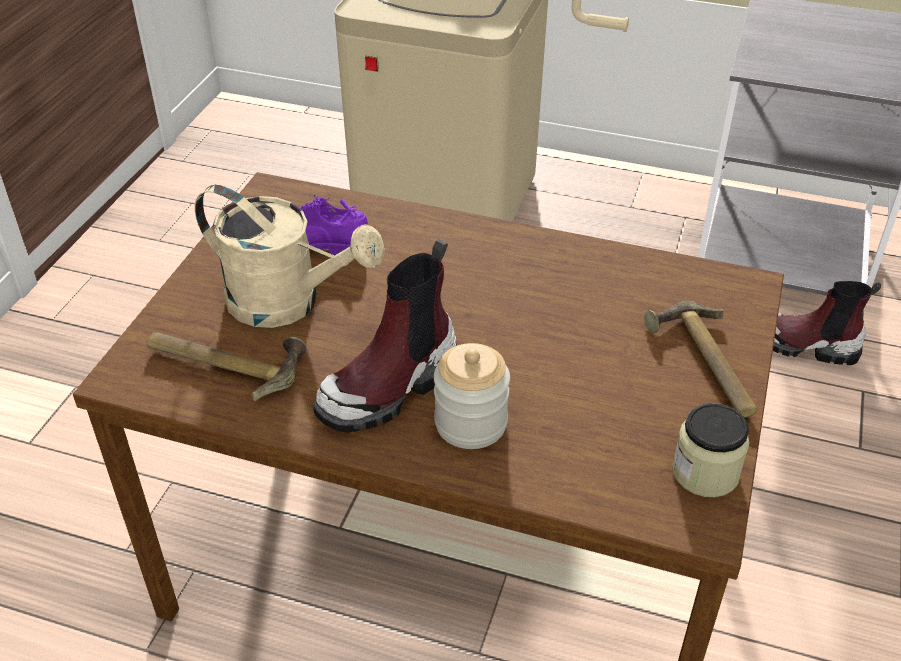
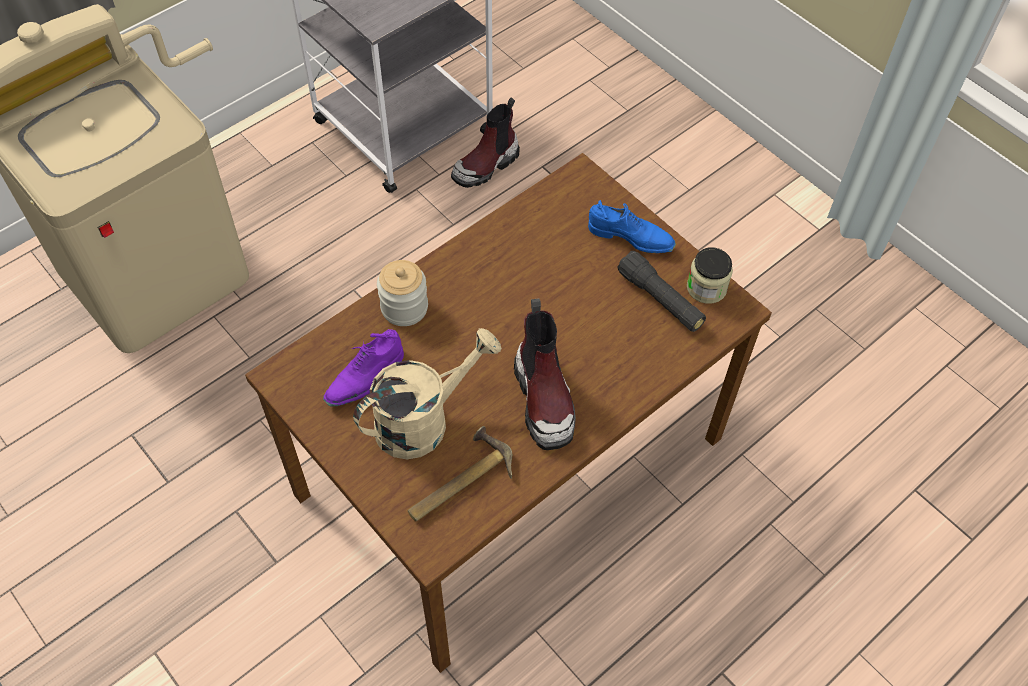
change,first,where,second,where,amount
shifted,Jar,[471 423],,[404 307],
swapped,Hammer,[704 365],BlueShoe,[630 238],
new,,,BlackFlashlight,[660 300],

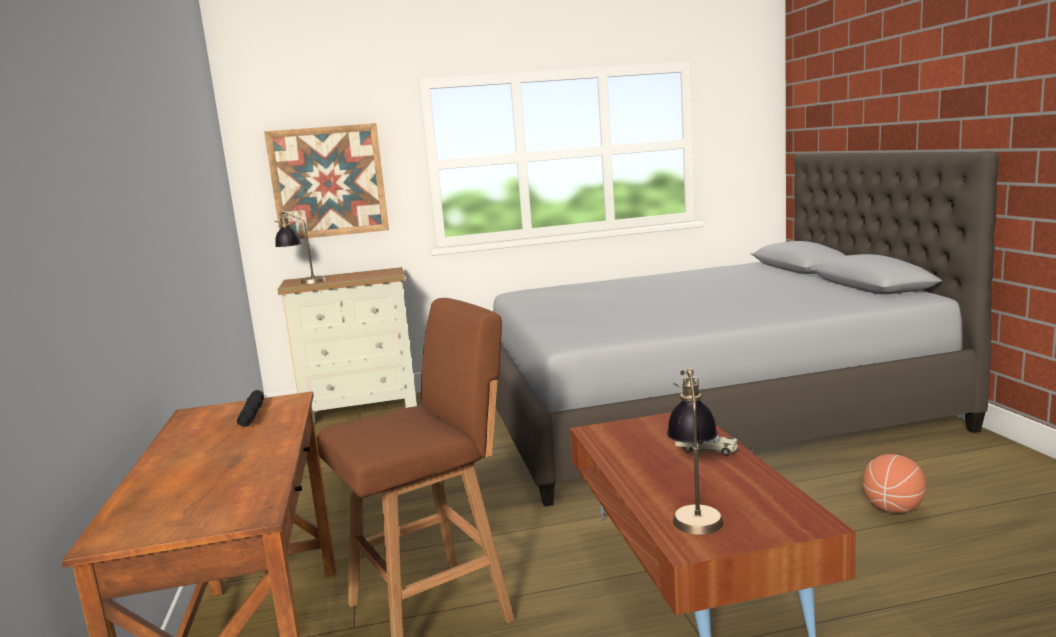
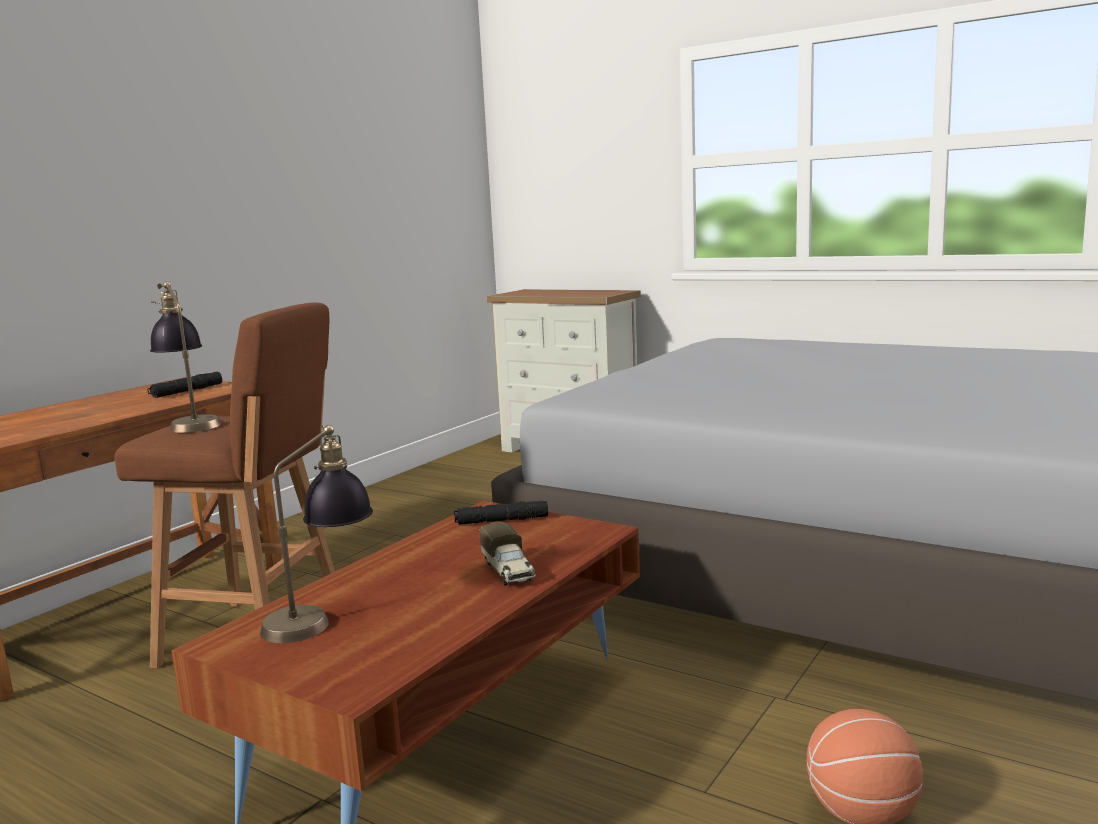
change,first,where,second,where,amount
gone,Picture,[328 182],,,
shifted,TableLamp,[303 282],,[191 422],
new,,,BlackFlashlight,[501 520],

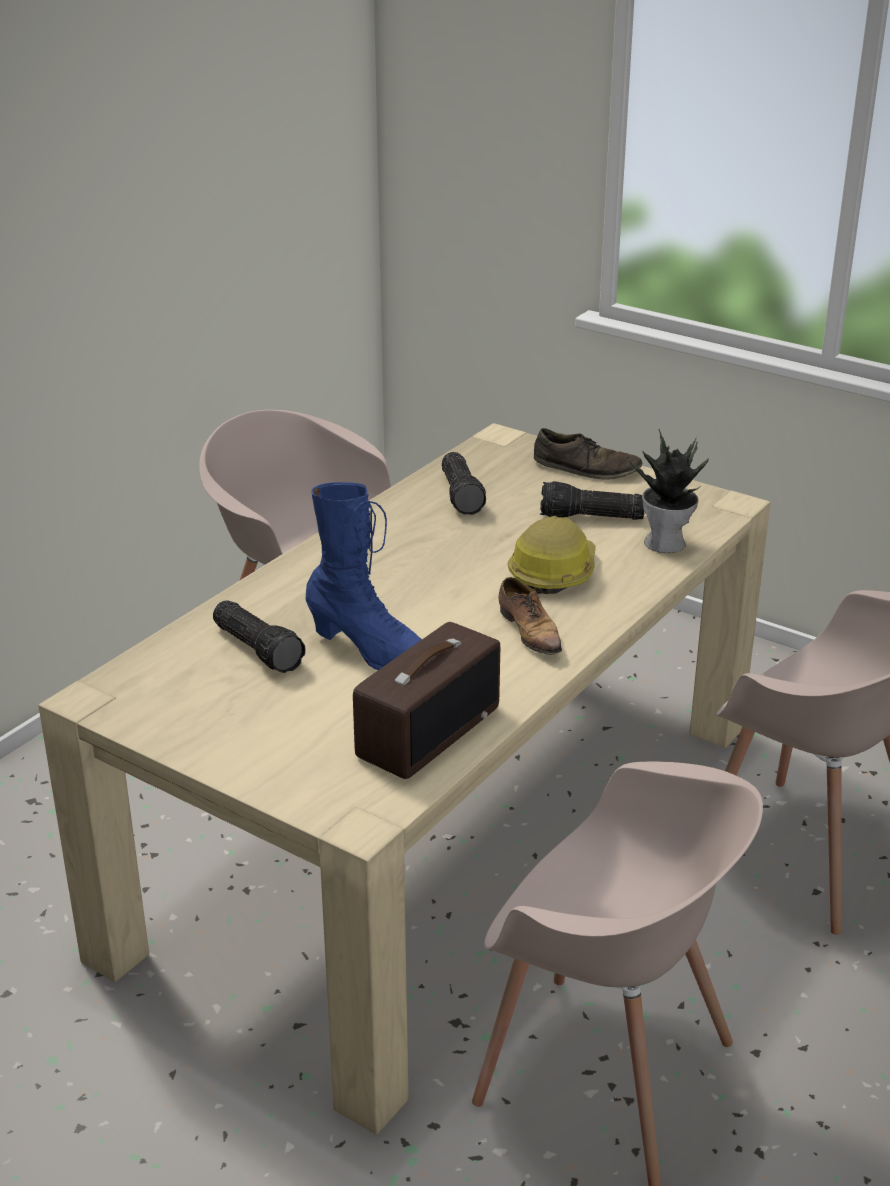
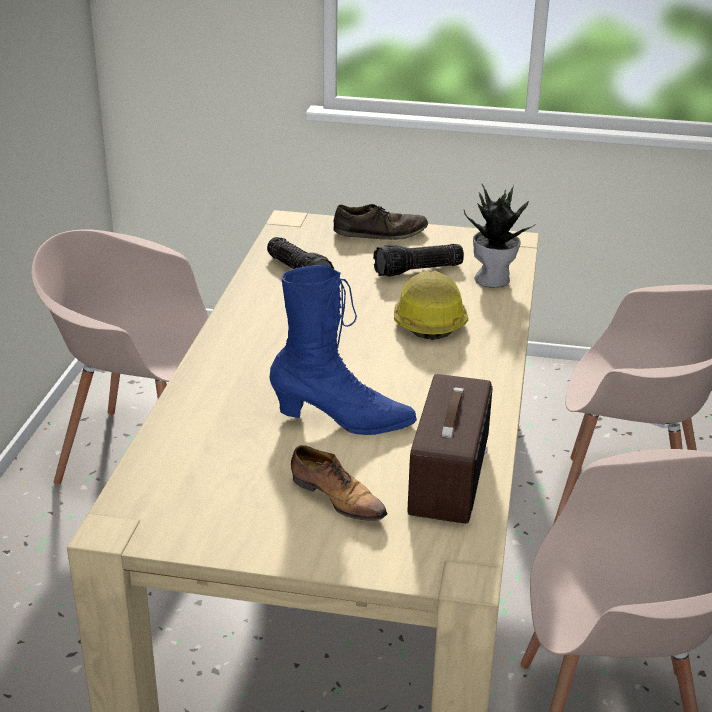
change,first,where,second,where,amount
gone,Flashlight,[259 648],,,
shifted,Shoe,[530 632],,[337 498],

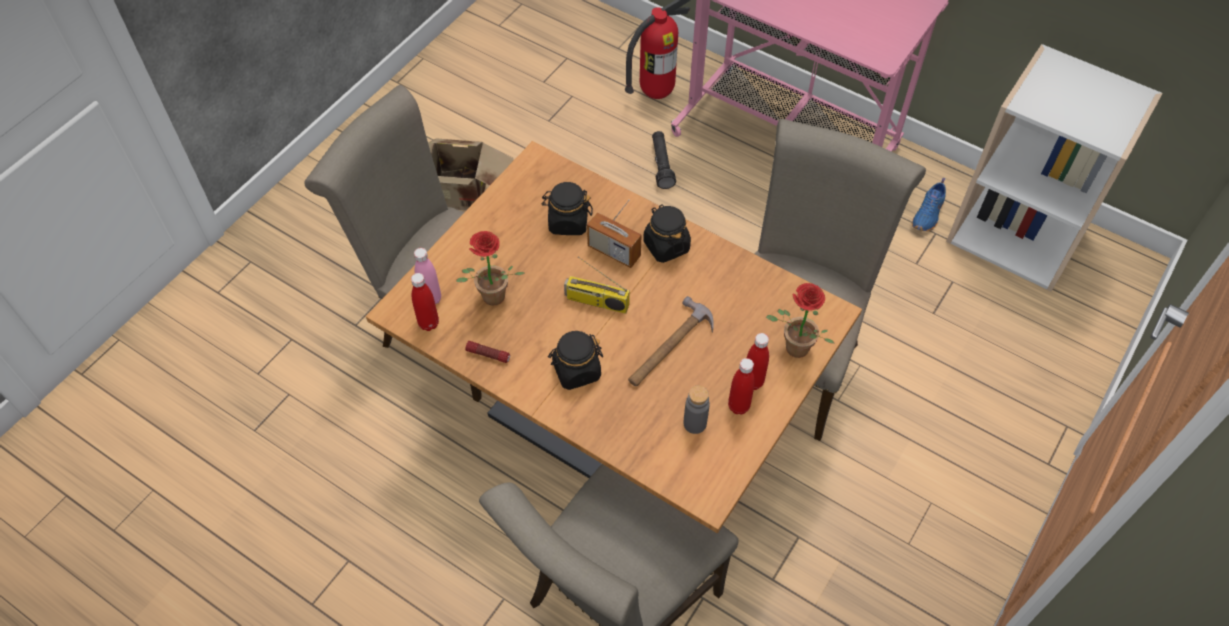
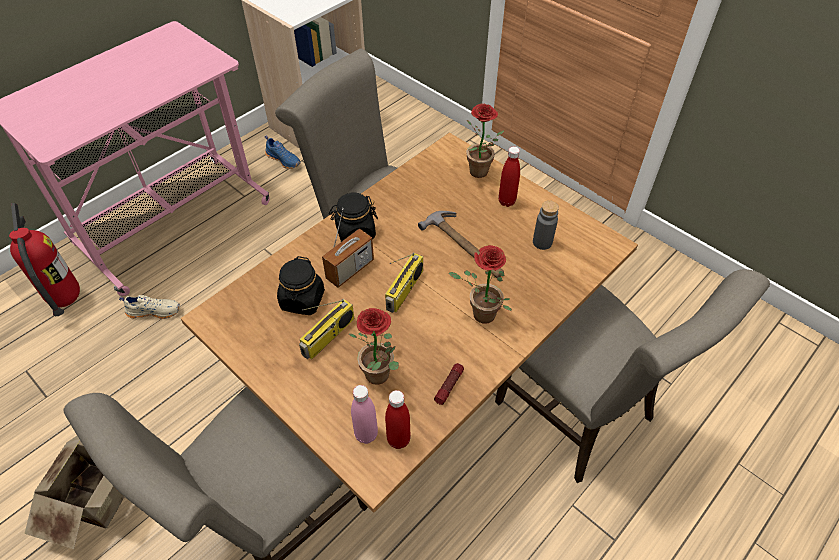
change,first,where,second,where,amount
swapped,BlackJar,[576 371],PottedPlant,[479 315],
swapped,BlackFlashlight,[661 165],BeigeShoe,[154 311],
gone,RedBottle,[738 406],,,
new,,,Radio,[328 337],

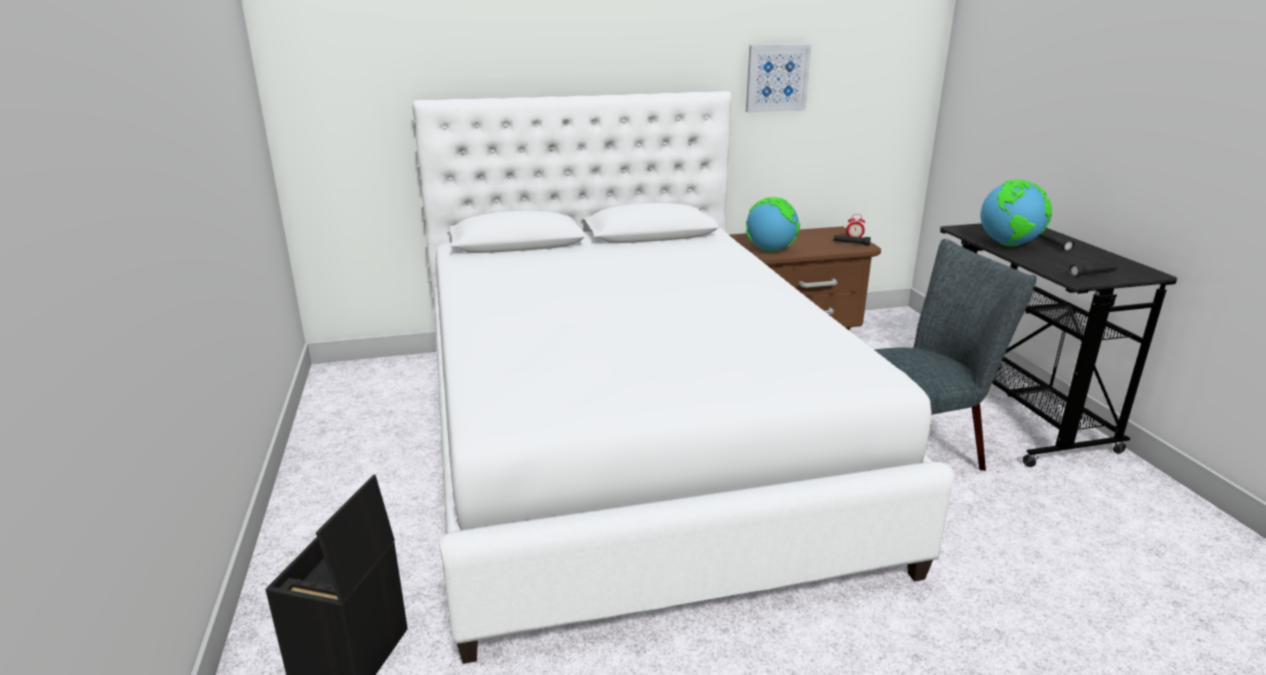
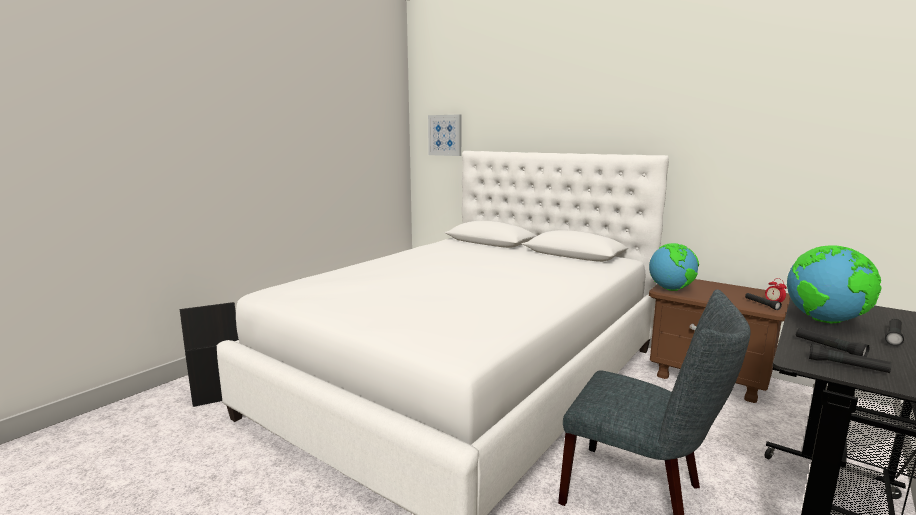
change,first,where,second,where,amount
shifted,Picture,[777 78],,[445 135],
new,,,BlackFlashlight,[829 348],

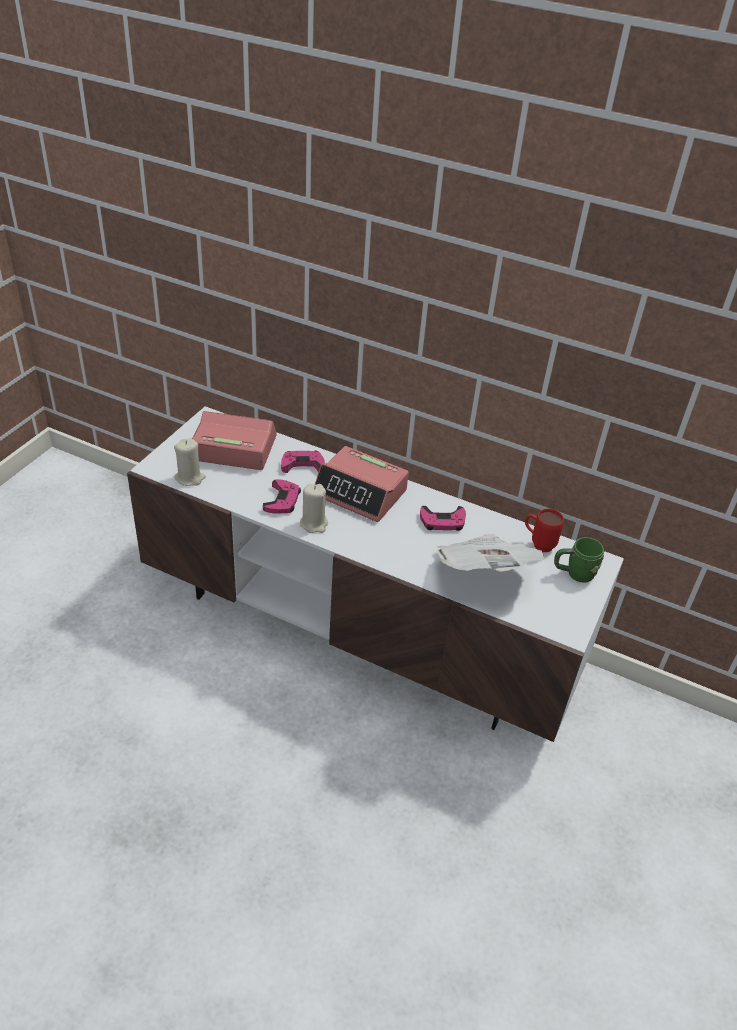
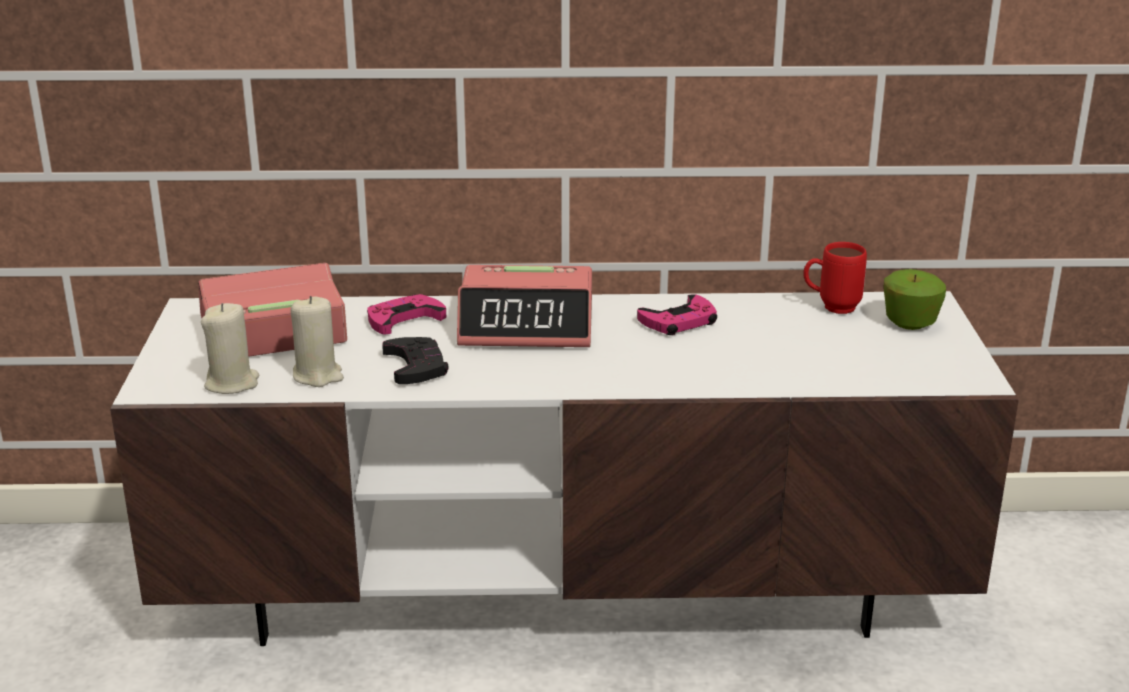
change,first,where,second,where,amount
repainted,PinkGameController,[282 500],BlackGameController,[416 366],
shifted,BeigeCandle,[314 523],,[318 375],
gone,Newspaper,[484 573],,,
swapped,GreenMug,[574 573],Apple,[910 322],

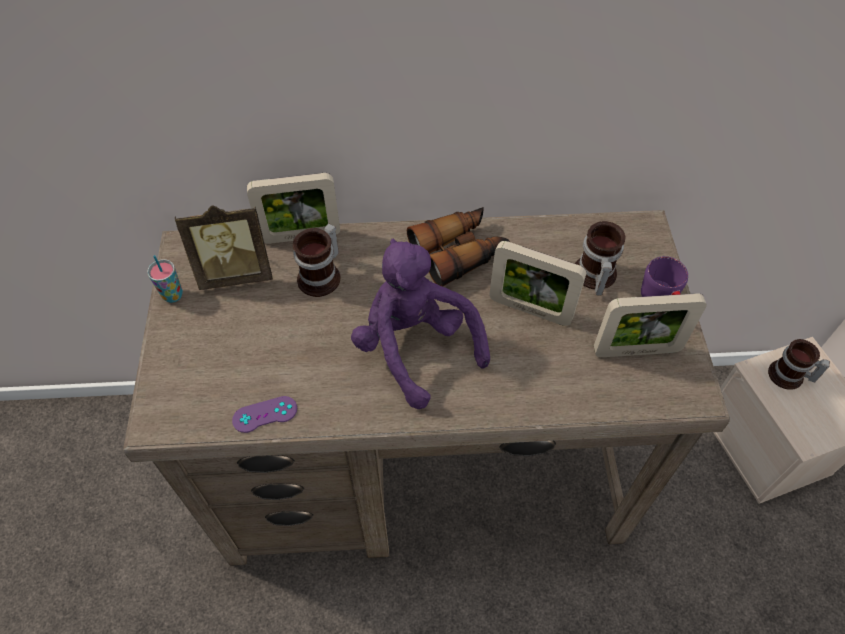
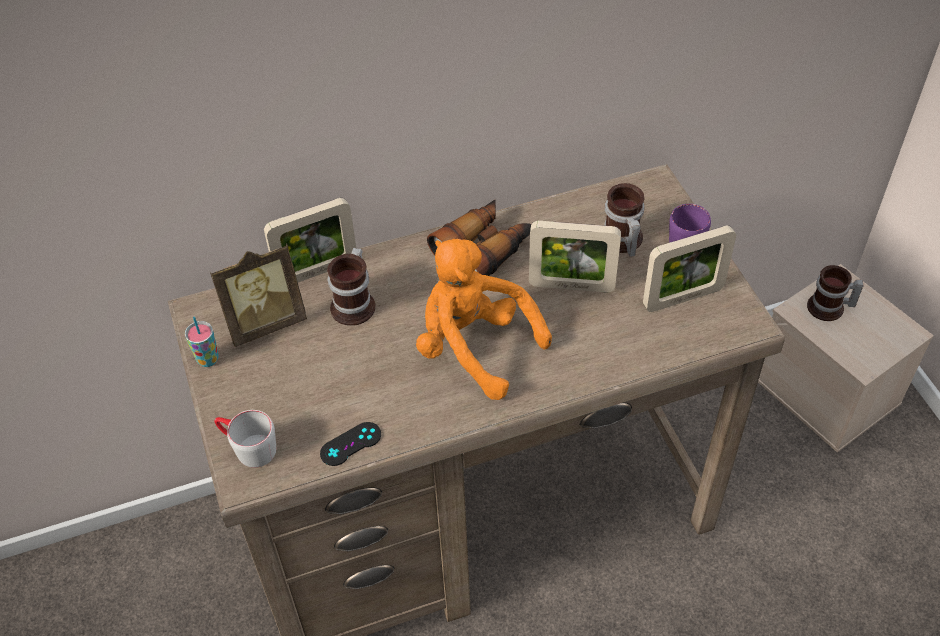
change,first,where,second,where,amount
repainted,PurpleGameController,[265 414],BlackGameController,[351 444],
repainted,PurplePlushToy,[415 347],OrangePlushToy,[474 347],
new,,,GreyMug,[247 448],

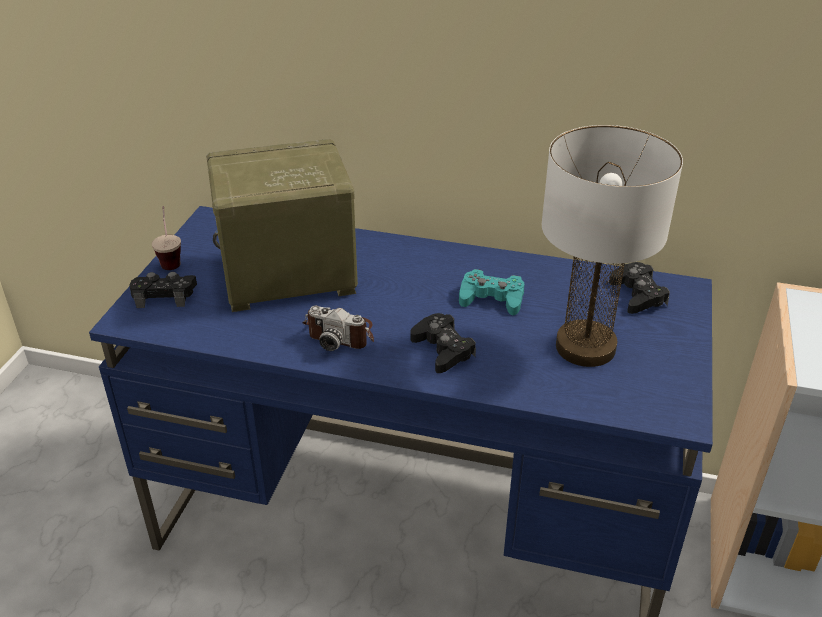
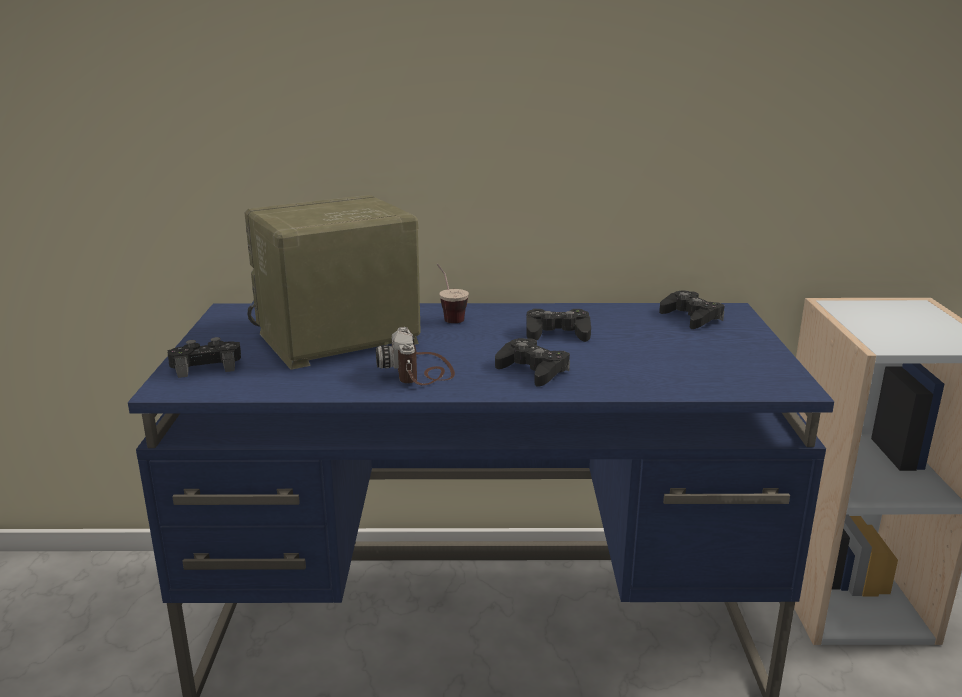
change,first,where,second,where,amount
shifted,Cup,[170 259],,[449 317],
rotated,PhotoCamera,[341 333],,[420 371],75 degrees clockwise
repainted,TurquoiseGameController,[491 298],BlackGameController,[557 333],
gone,TableLamp,[586 347],,,

